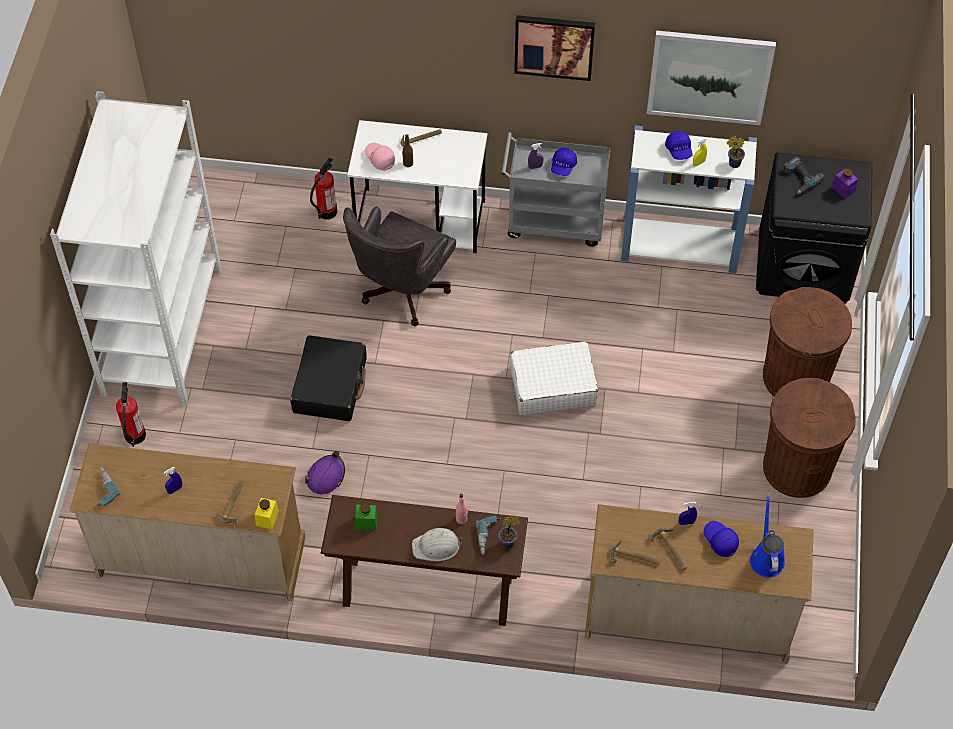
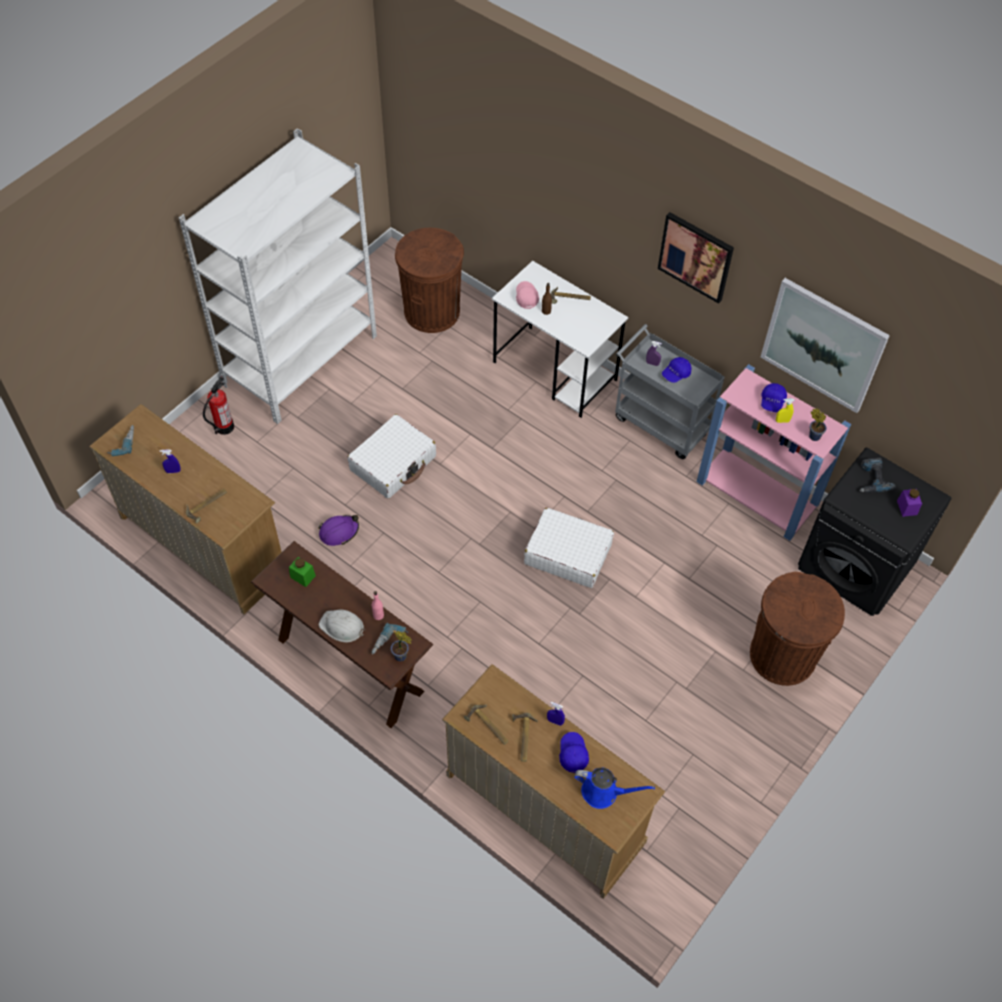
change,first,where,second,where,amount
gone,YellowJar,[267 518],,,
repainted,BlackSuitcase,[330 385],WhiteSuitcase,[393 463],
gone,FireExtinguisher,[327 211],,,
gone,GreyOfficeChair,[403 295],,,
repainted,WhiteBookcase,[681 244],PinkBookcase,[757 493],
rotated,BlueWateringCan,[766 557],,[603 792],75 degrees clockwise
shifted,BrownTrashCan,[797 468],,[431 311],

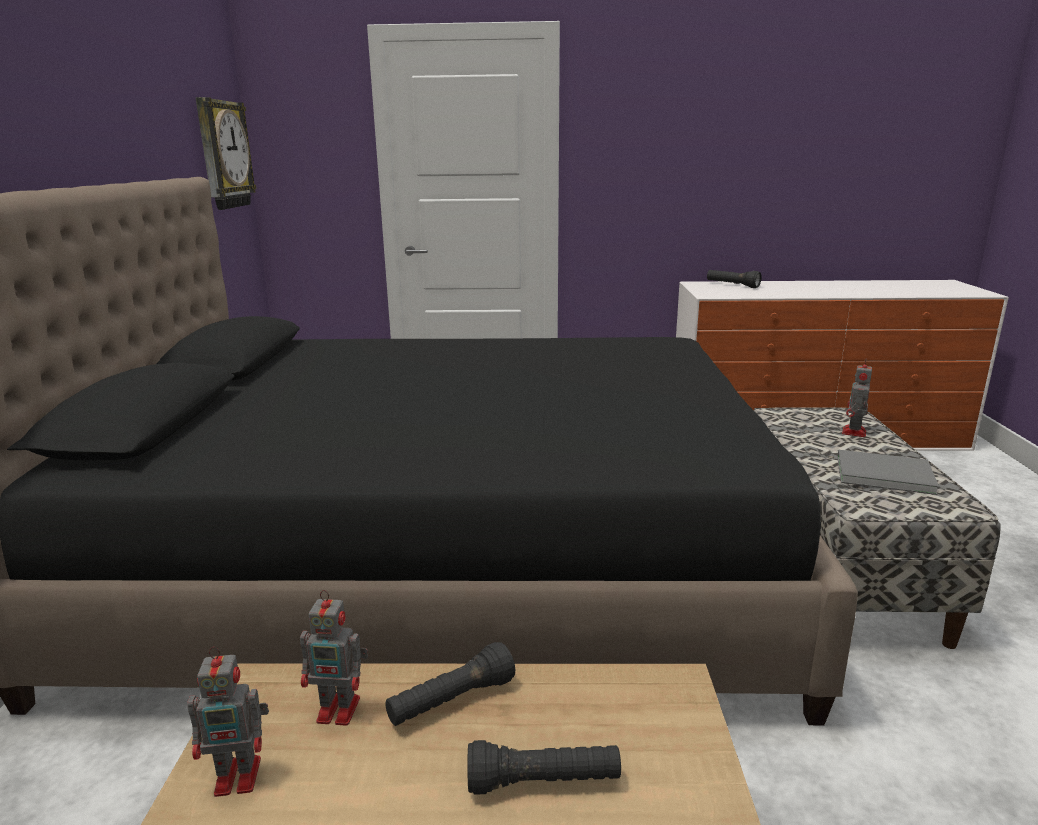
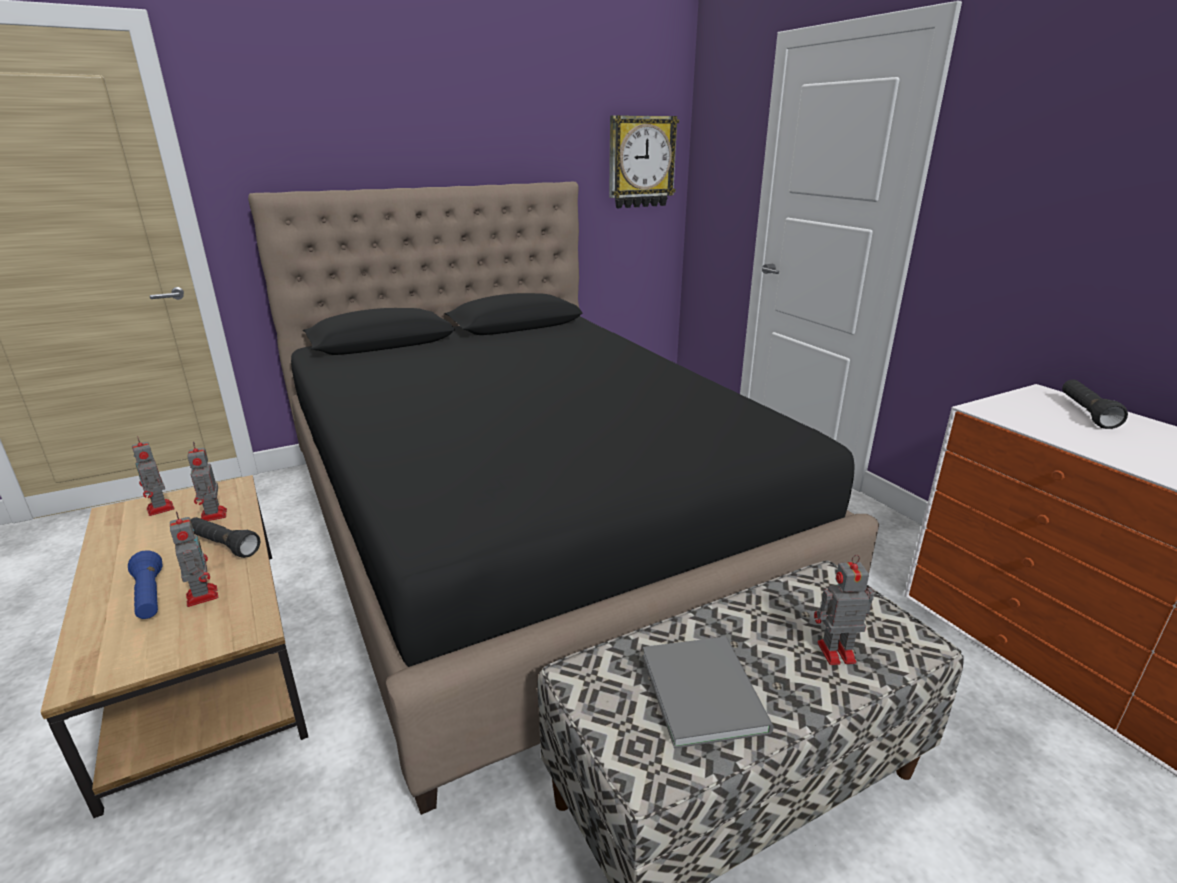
change,first,where,second,where,amount
repainted,BlackFlashlight,[543 782],BlueFlashlight,[150 597],
new,,,ToyRobot,[202 595],

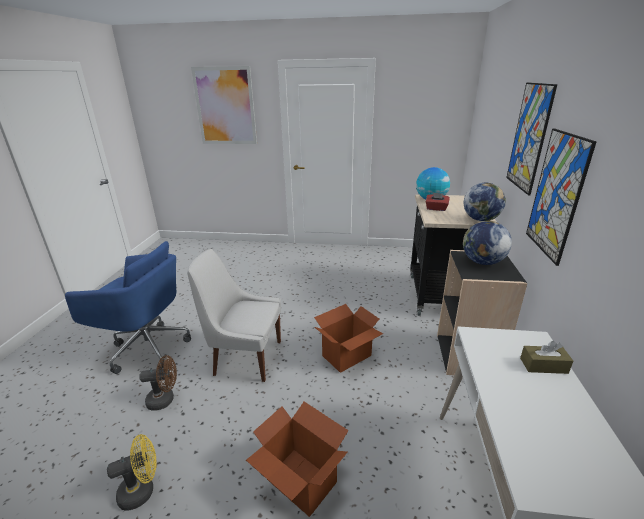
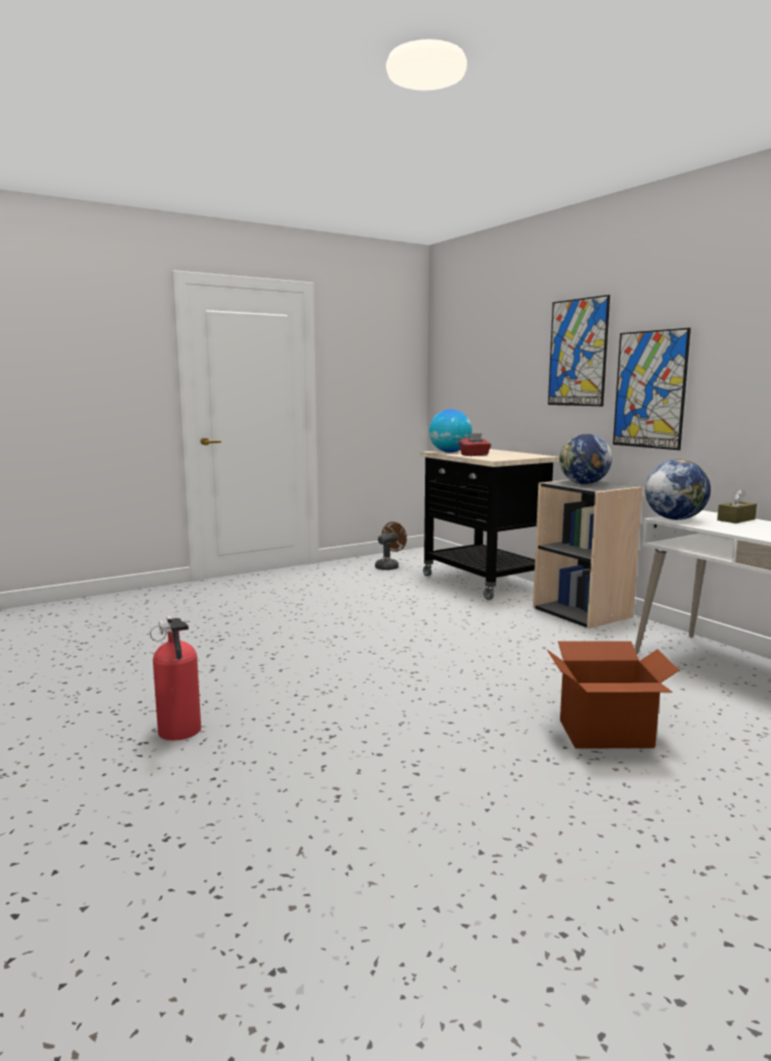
change,first,where,second,where,amount
swapped,BlueOfficeChair,[146 349],FireExtinguisher,[180 732],
gone,YellowFan,[142 490],,,
shifted,BrownFan,[165 399],,[389 566],
gone,WhiteChair,[245 357],,,
gone,Picture,[225 106],,,
gone,CardboardBox,[347 356],,,
shifted,Globe,[480 219],,[674 519],

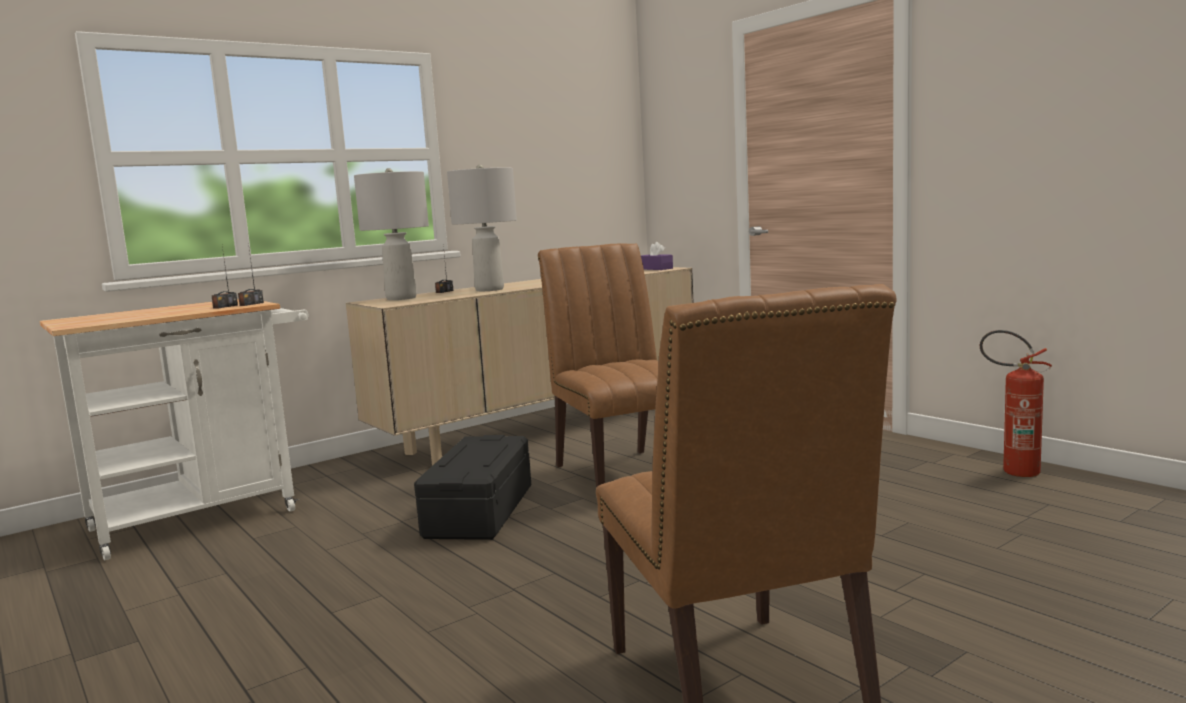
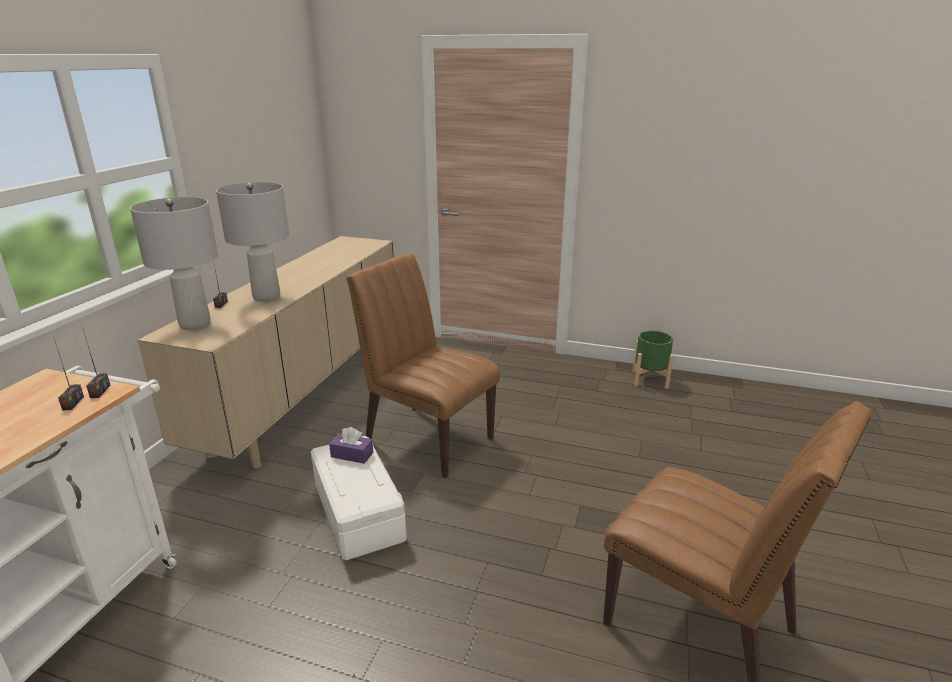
change,first,where,second,where,amount
repainted,BlackStorageBox,[478 511],WhiteStorageBox,[357 512],
shifted,PurpleTissueBox,[656 269],,[352 455],
swapped,FireExtinguisher,[1011 471],GreenPlanter,[649 379],

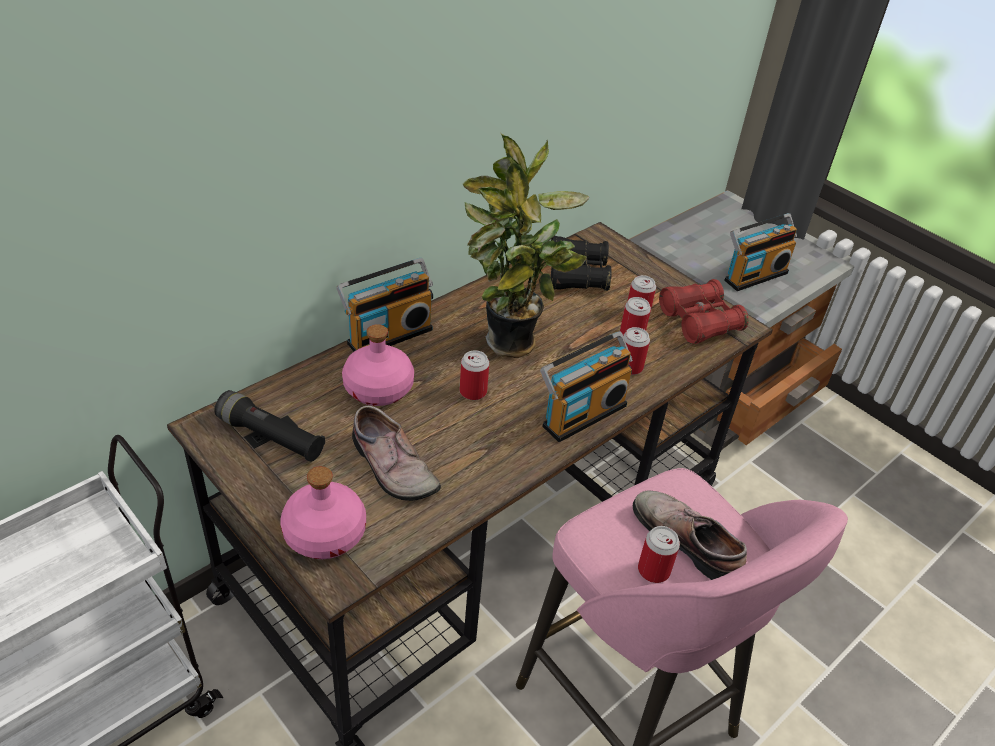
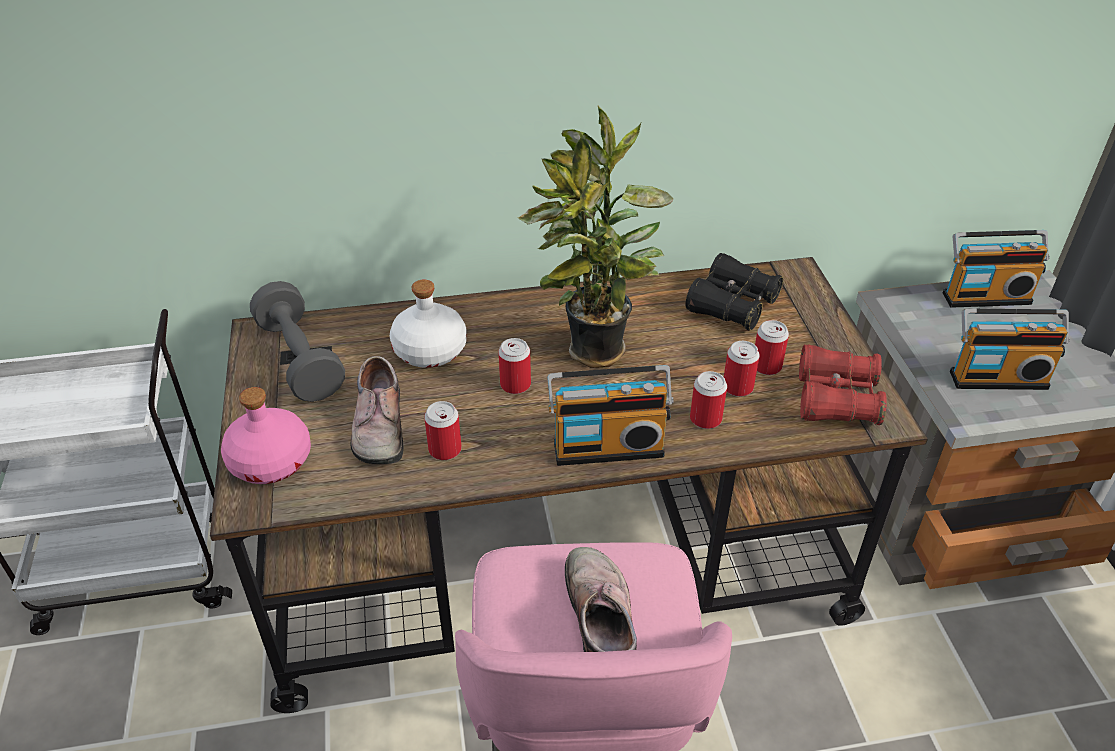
change,first,where,second,where,amount
swapped,BlackFlashlight,[271 437],GreyDumbbell,[300 360],
shifted,Radio,[388 334],,[985 296],
repainted,PinkBottle,[378 388],WhiteBottle,[429 350],
shifted,Can,[653 570],,[445 449],

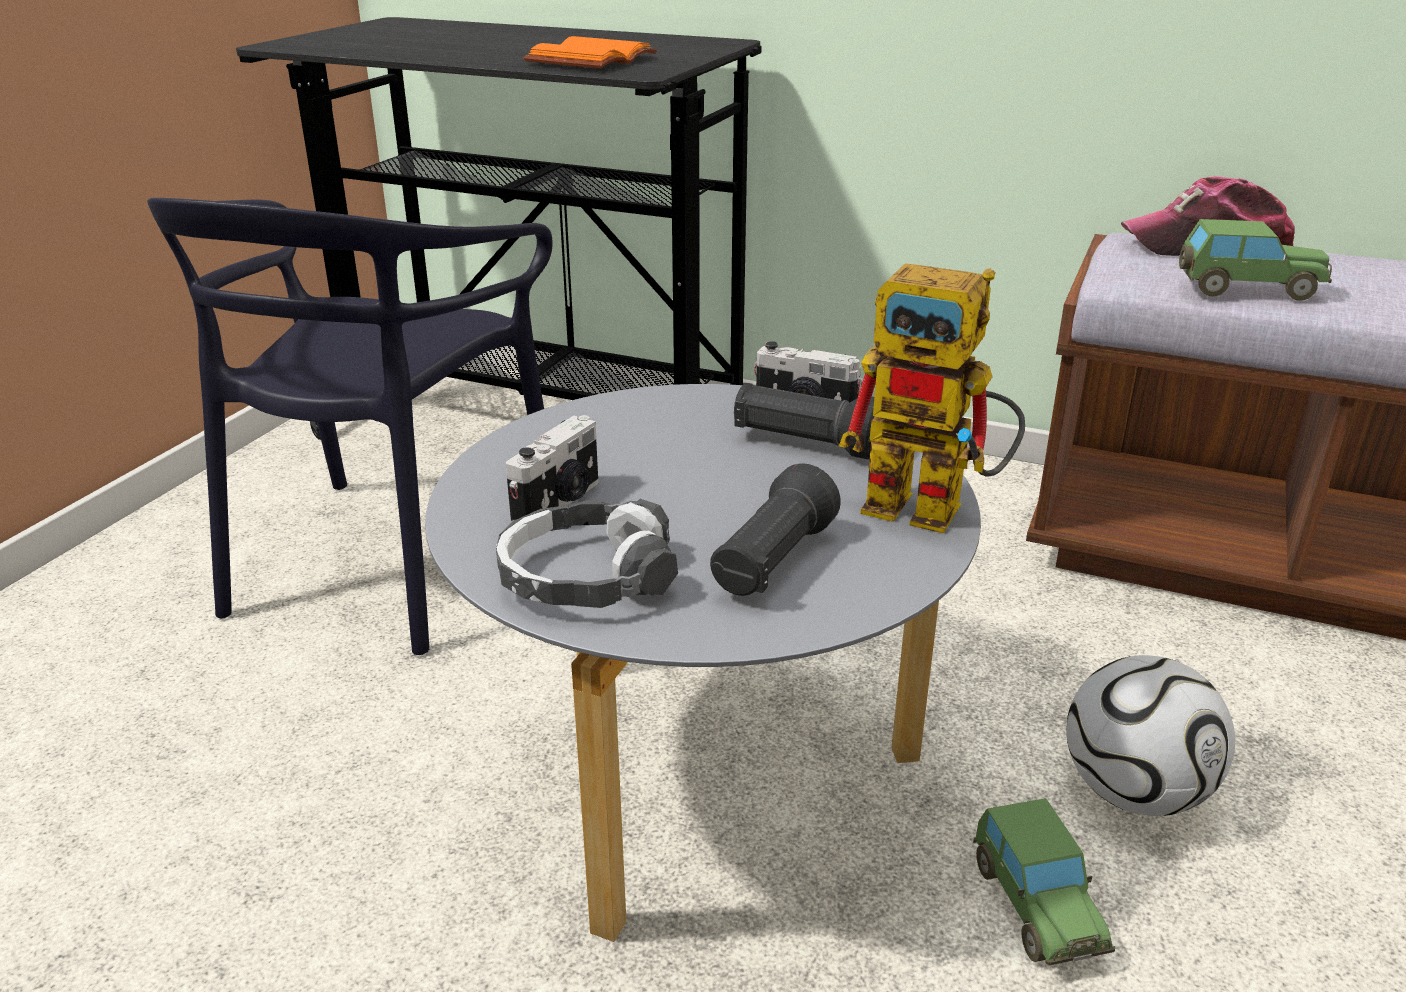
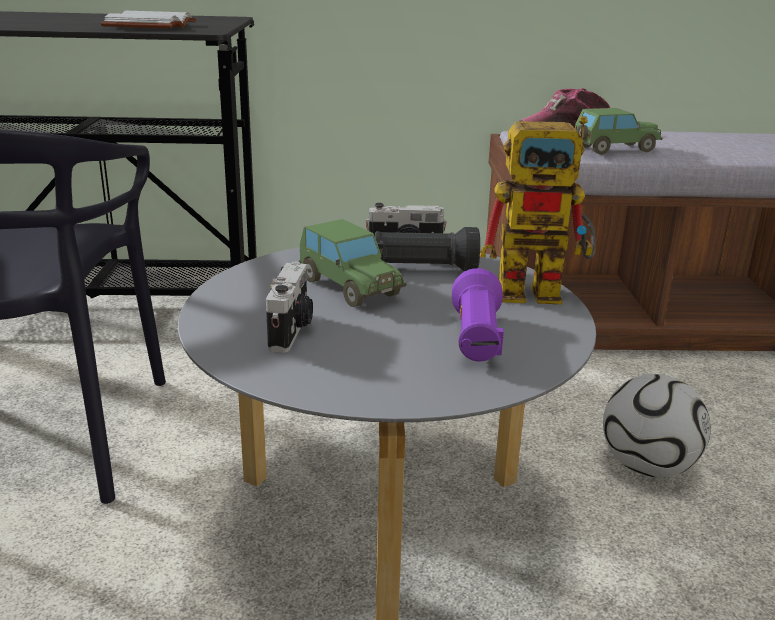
change,first,where,second,where,amount
gone,Headphones,[587 577],,,
repainted,OrangeBook,[593 60],WhiteBook,[152 26],
repainted,BlackFlashlight,[772 562],PurpleFlashlight,[476 339],
shifted,ToyCar,[1035 905],,[349 287],

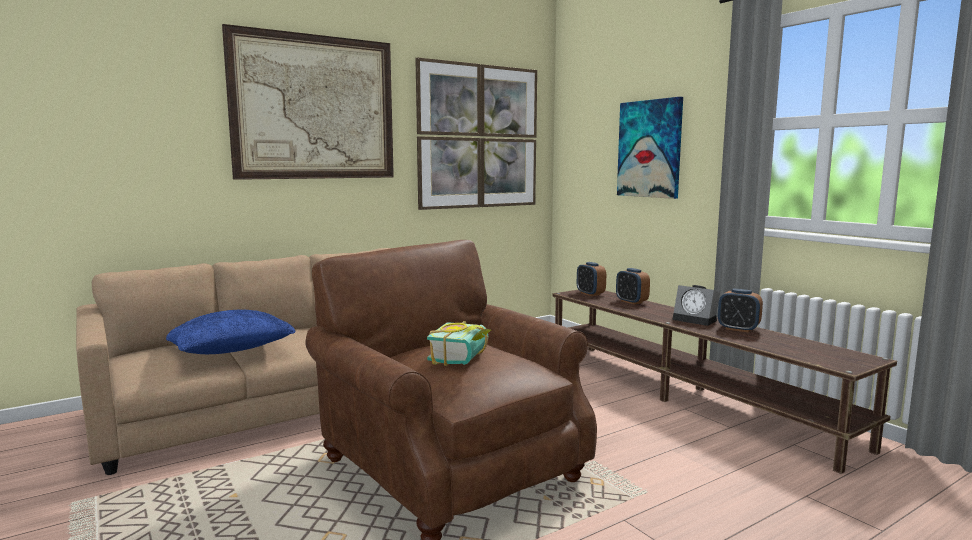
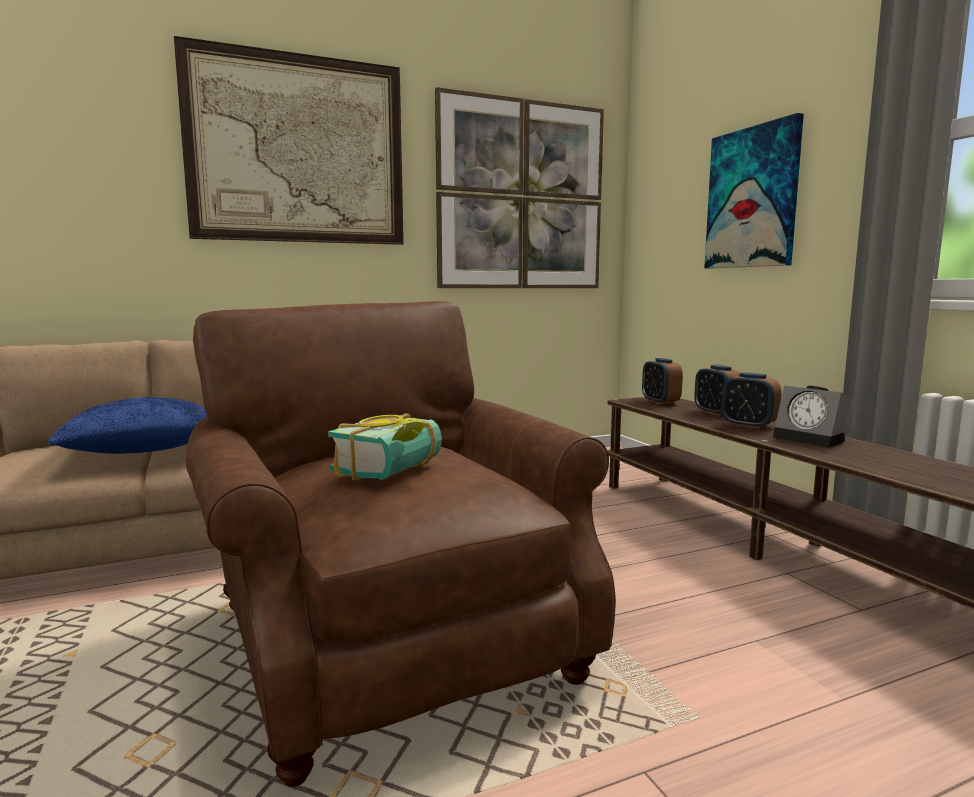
change,first,where,second,where,amount
shifted,AlarmClock,[738 329],,[748 425],

